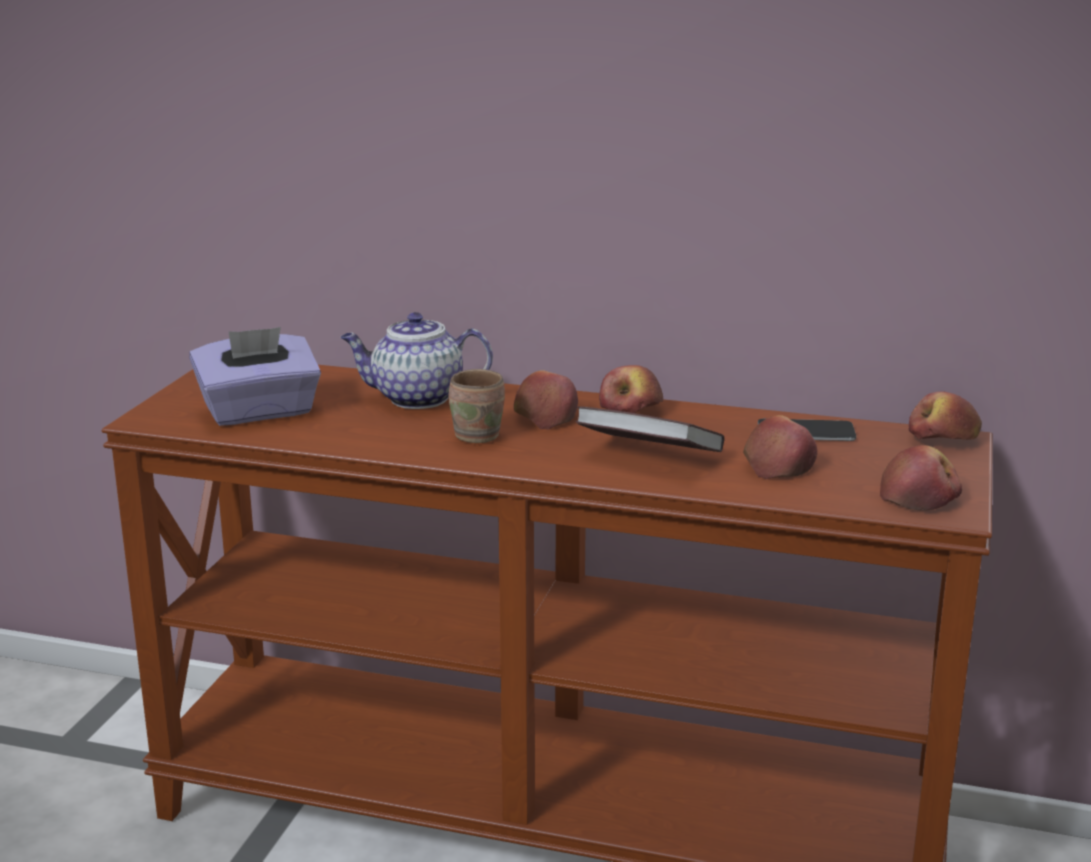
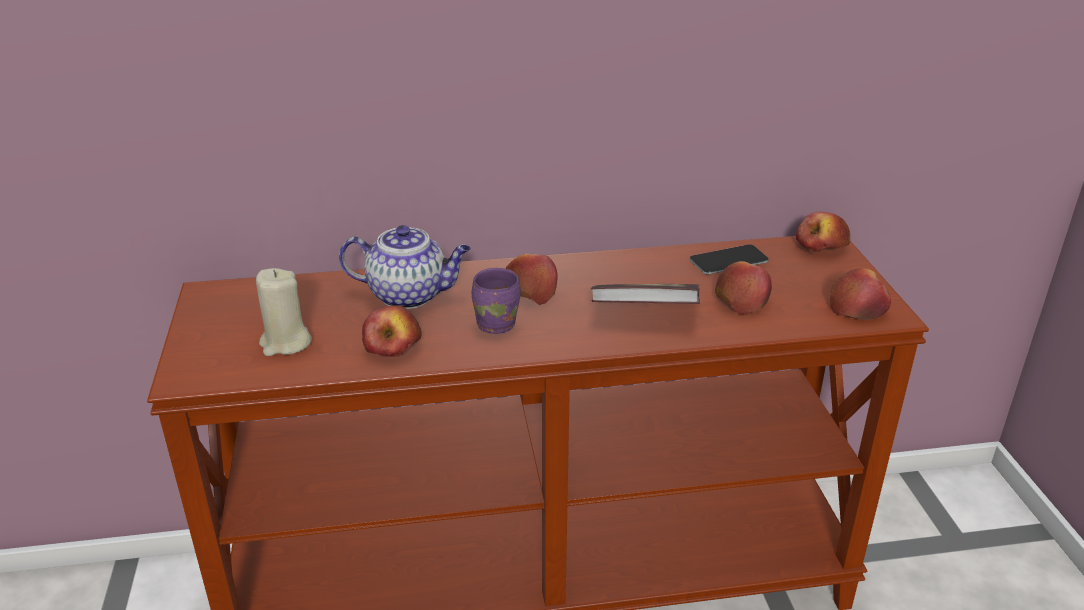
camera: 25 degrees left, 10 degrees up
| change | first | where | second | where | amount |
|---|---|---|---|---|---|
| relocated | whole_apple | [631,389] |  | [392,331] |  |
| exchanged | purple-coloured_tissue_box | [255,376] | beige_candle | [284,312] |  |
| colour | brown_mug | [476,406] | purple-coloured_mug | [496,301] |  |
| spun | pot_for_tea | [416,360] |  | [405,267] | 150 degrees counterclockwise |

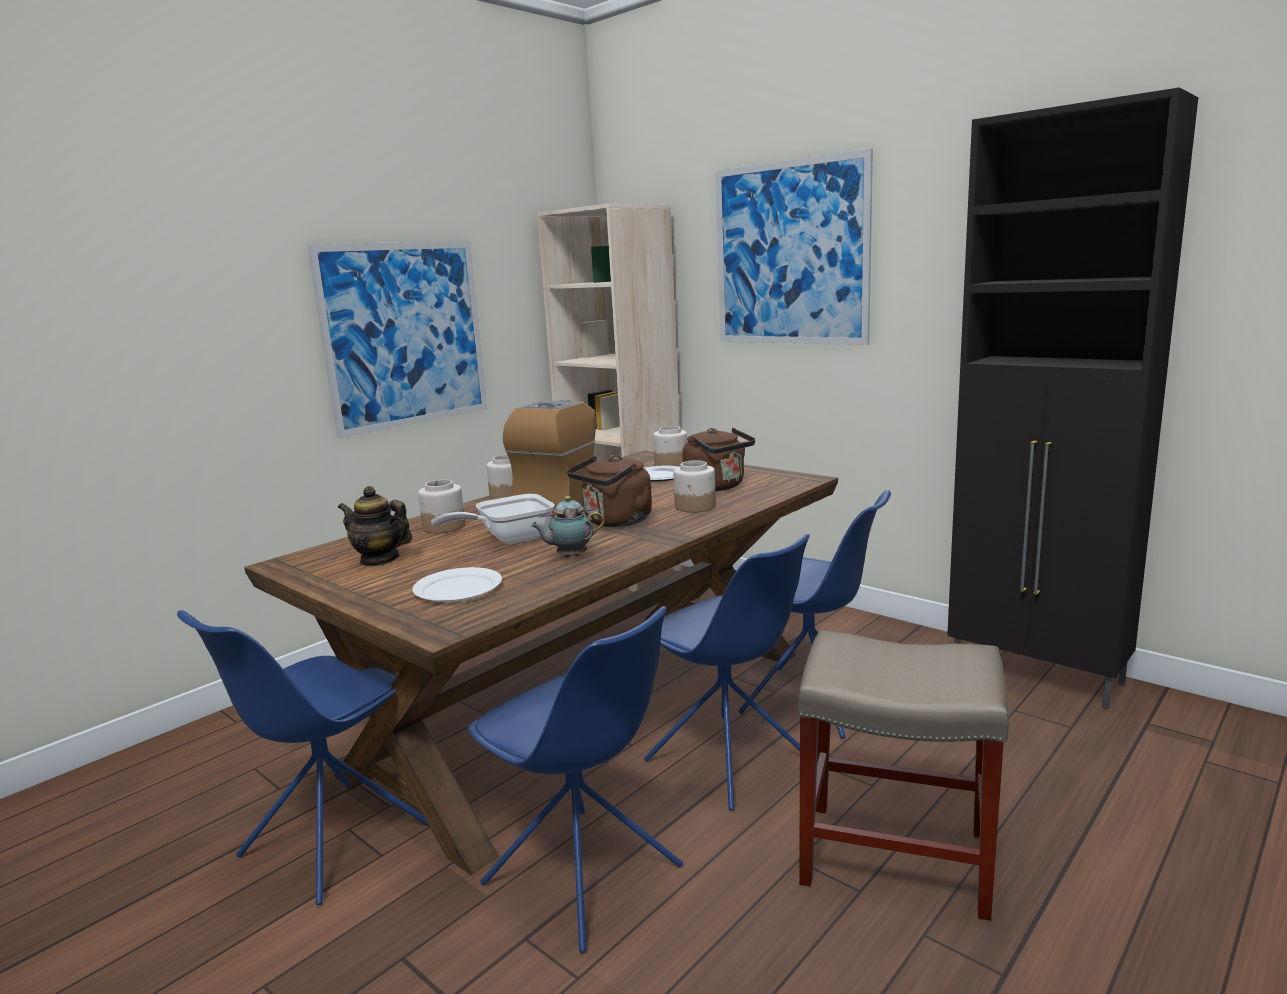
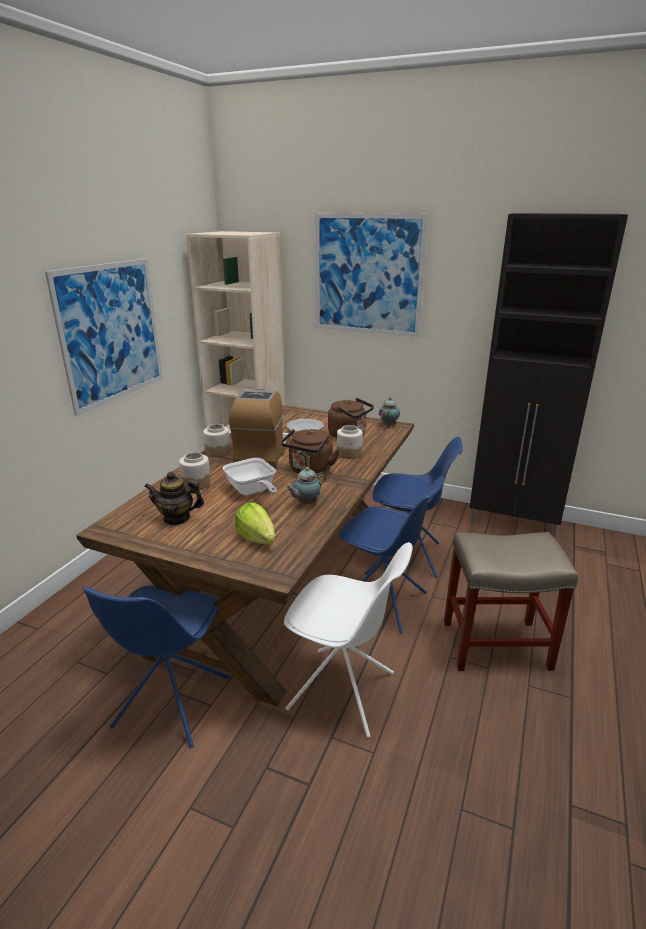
camera: 20 degrees left, 10 degrees up
| change | first | where | second | where | amount |
|---|---|---|---|---|---|
| missing | storage_jar | [670,446] |  |  |  |
| appeared |  |  | pot_for_tea | [389,411] |  |
| exchanged | whitish_dinner_plate | [457,584] | lettuce | [255,523] |  |
| colour | blue_chair | [575,779] | whitish_chair | [348,640] |  |
| spun | skillet | [492,519] |  | [250,476] | 75 degrees counterclockwise |

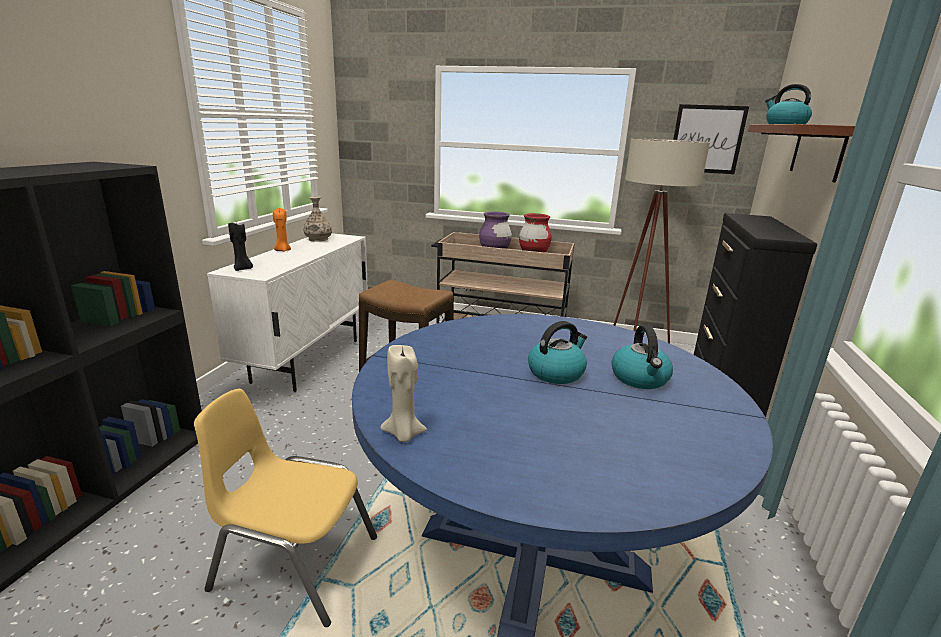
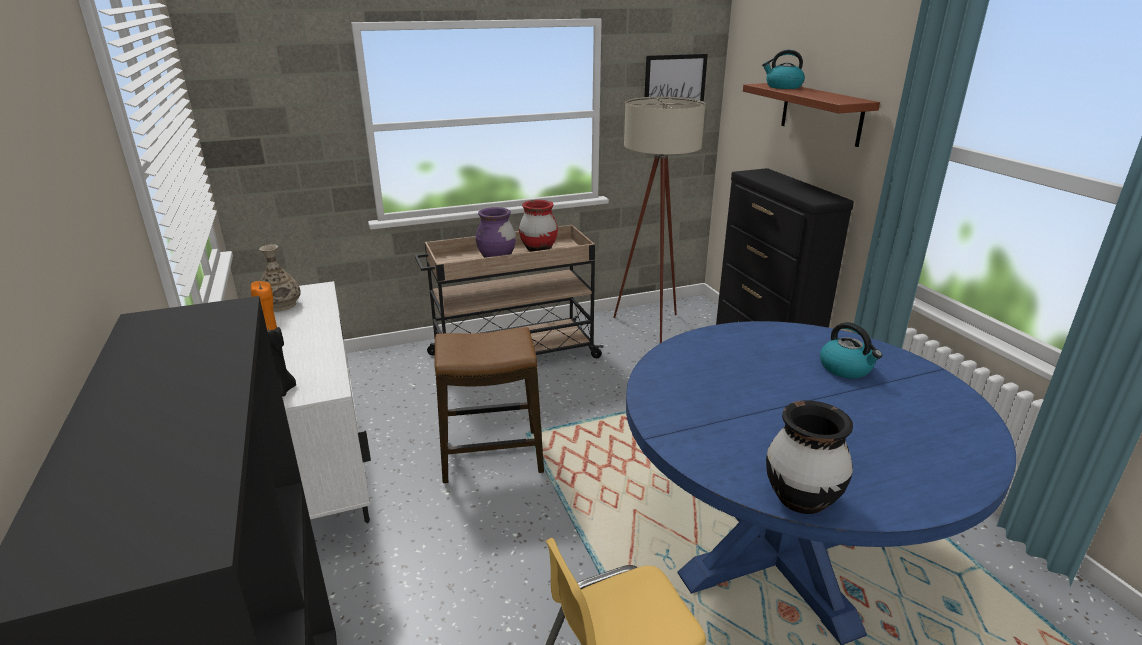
camera: 35 degrees left, 5 degrees up
| change | first | where | second | where | amount |
|---|---|---|---|---|---|
| missing | water_kettle | [557,352] |  |  |  |
| exchanged | beige_candle | [404,393] | black_vase | [809,457] |  |

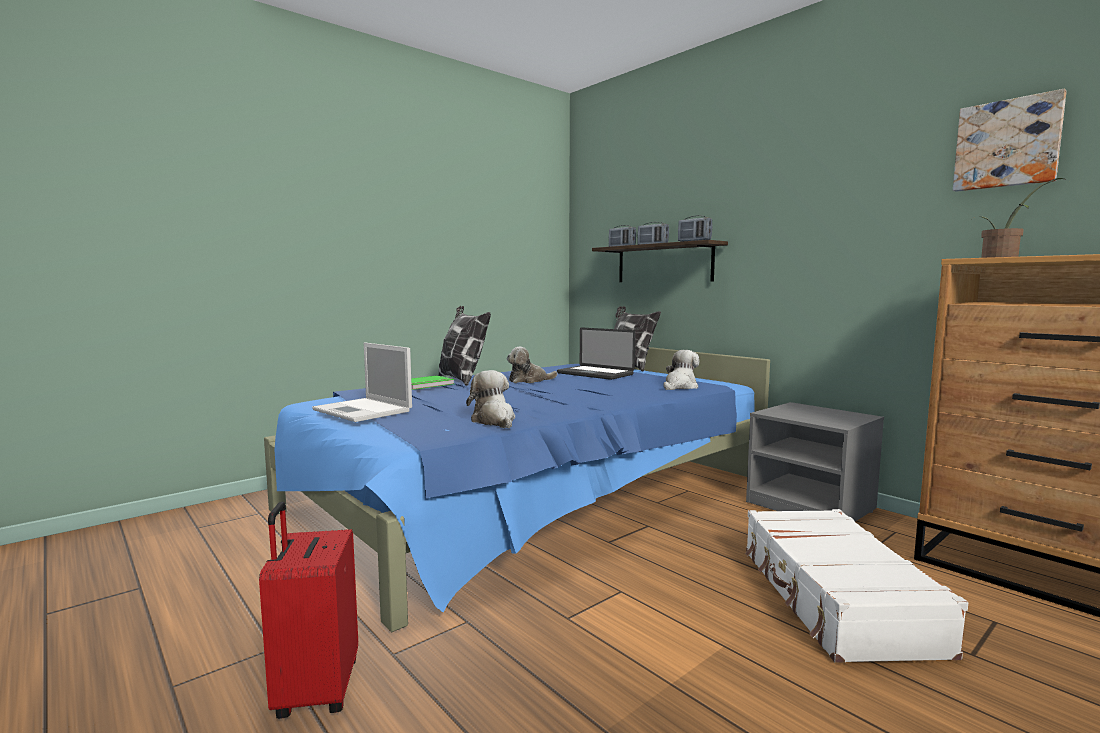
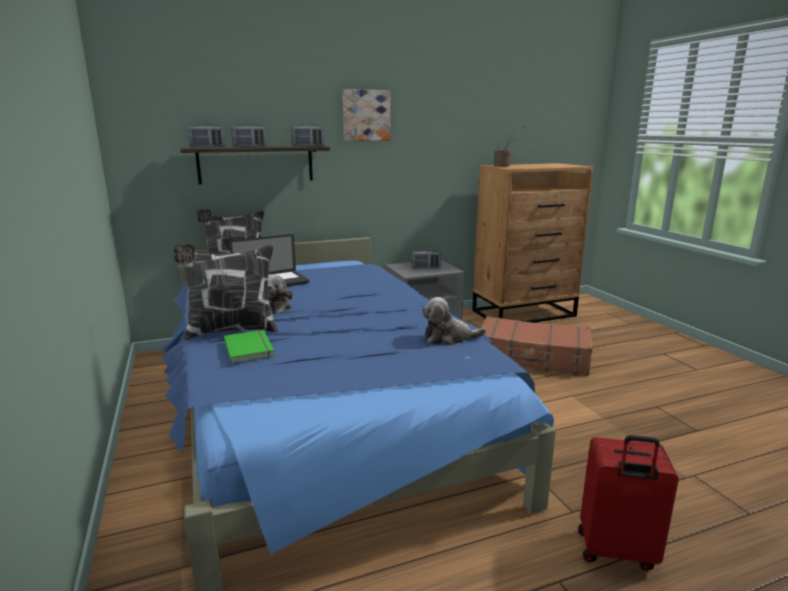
camera: 70 degrees left, 10 degrees up
| change | first | where | second | where | amount |
|---|---|---|---|---|---|
| missing | notebook_computer | [362,382] |  |  |  |
| missing | soft_toy | [681,370] |  |  |  |
| appeared |  |  | radio | [426,259] |  |
| relocated | wall_art | [1010,140] |  | [367,115] |  |
| colour | whitish_suitcase | [856,586] | brown_suitcase | [537,346] |  |

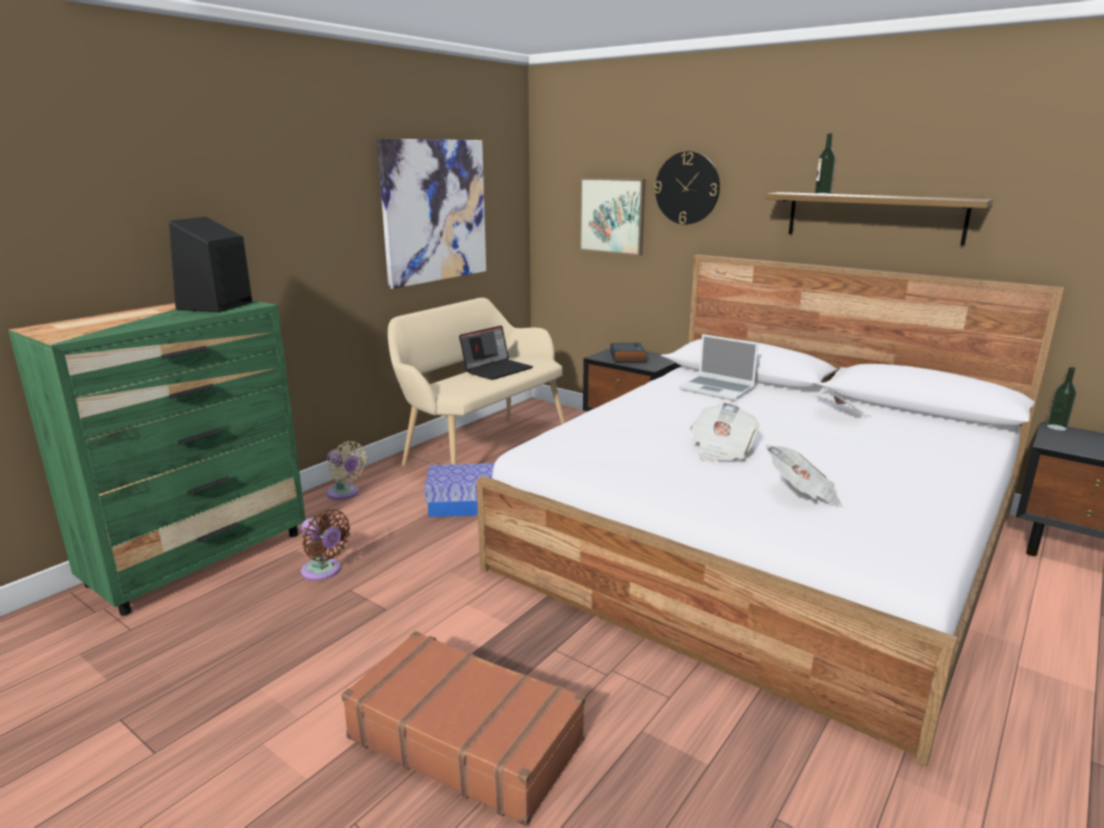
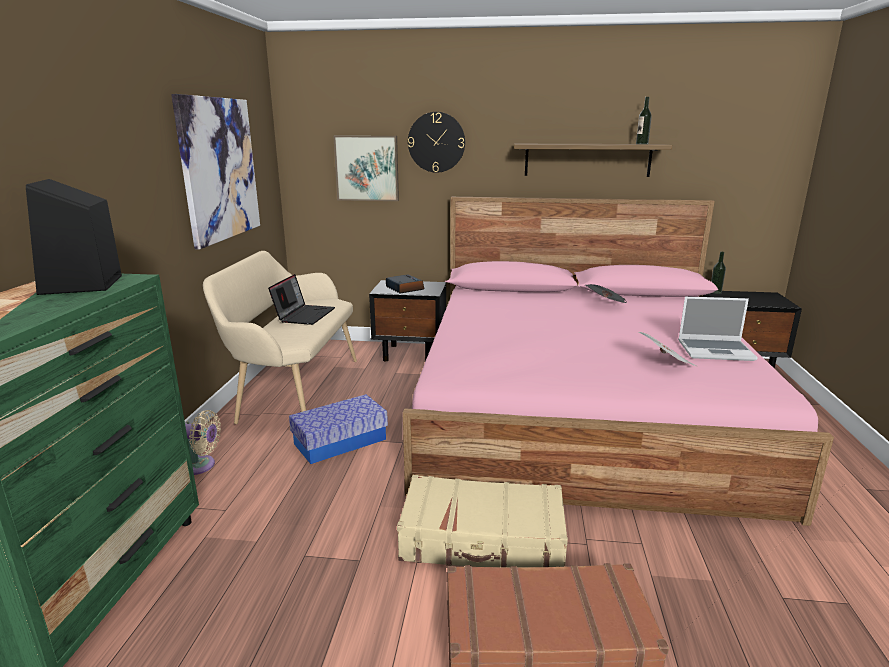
camera: 30 degrees left, 0 degrees up
| change | first | where | second | where | amount |
|---|---|---|---|---|---|
| missing | brown_fan | [325,545] |  |  |  |
| missing | printed_paper | [725,432] |  |  |  |
| appeared |  |  | beige_suitcase | [482,521] |  |
| relocated | notebook_computer | [718,367] |  | [718,328] |  |
| relocated | bottle | [825,163] |  | [644,120] |  |
| colour | whitish_sleeping_bed | [770,510] | pink-coloured_sleeping_bed | [618,361] |  |

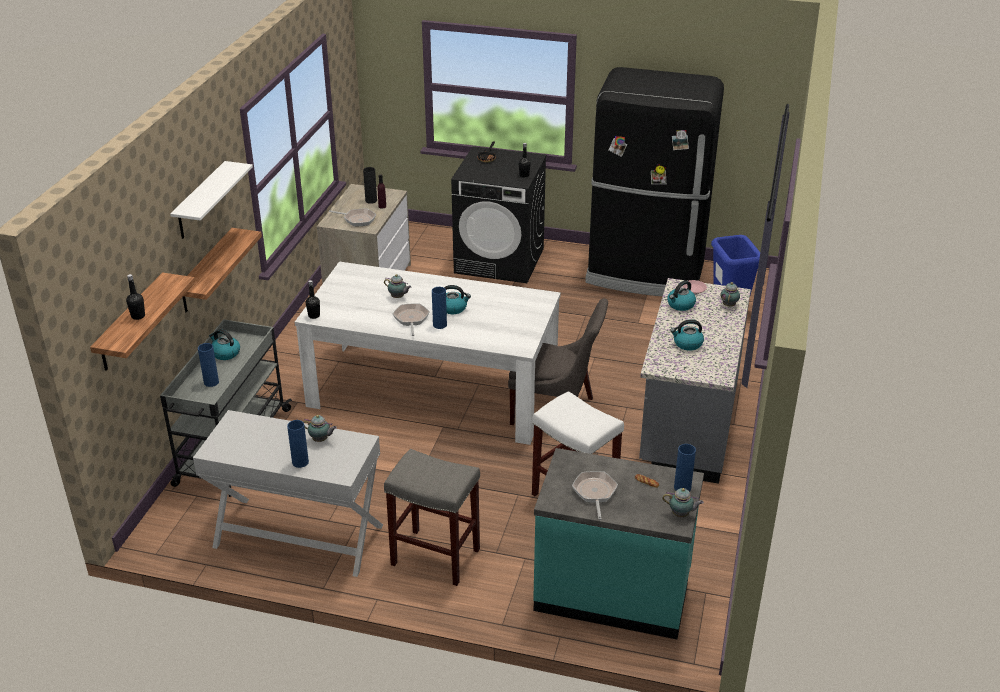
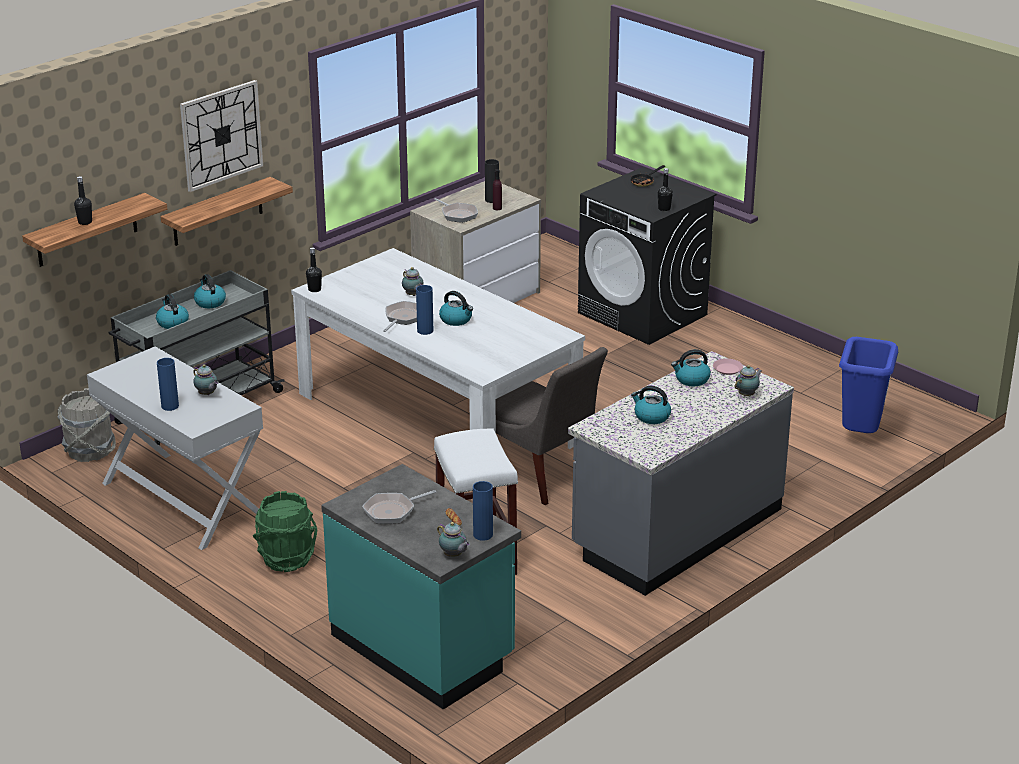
camera: 30 degrees right, 5 degrees down
| change | first | where | second | where | amount |
|---|---|---|---|---|---|
| missing | black_refrigerator | [654,181] |  |  |  |
| appeared |  |  | greyish_pail | [87,425] |  |
| exchanged | whitish_bracket_shelf | [211,200] | wall_clock | [221,136] |  |
| exchanged | blue_vase | [208,365] | water_kettle | [172,311] |  |
| exchanged | greyish_stool_seat | [432,517] | greenish_pail | [285,531] |  |
| spun | skillet | [595,495] |  | [399,507] | 150 degrees counterclockwise |

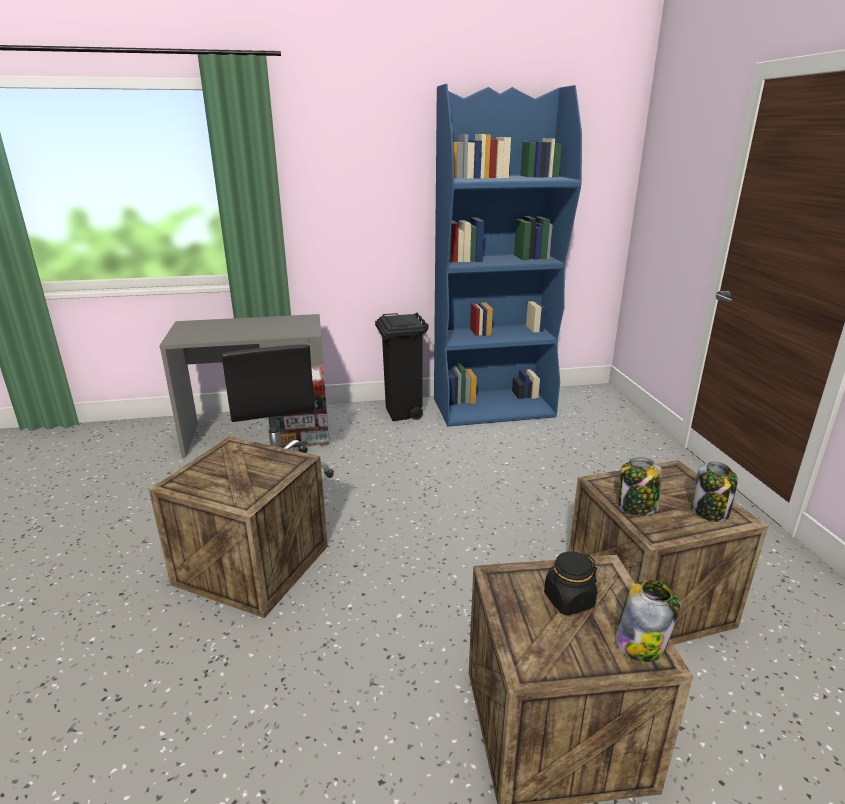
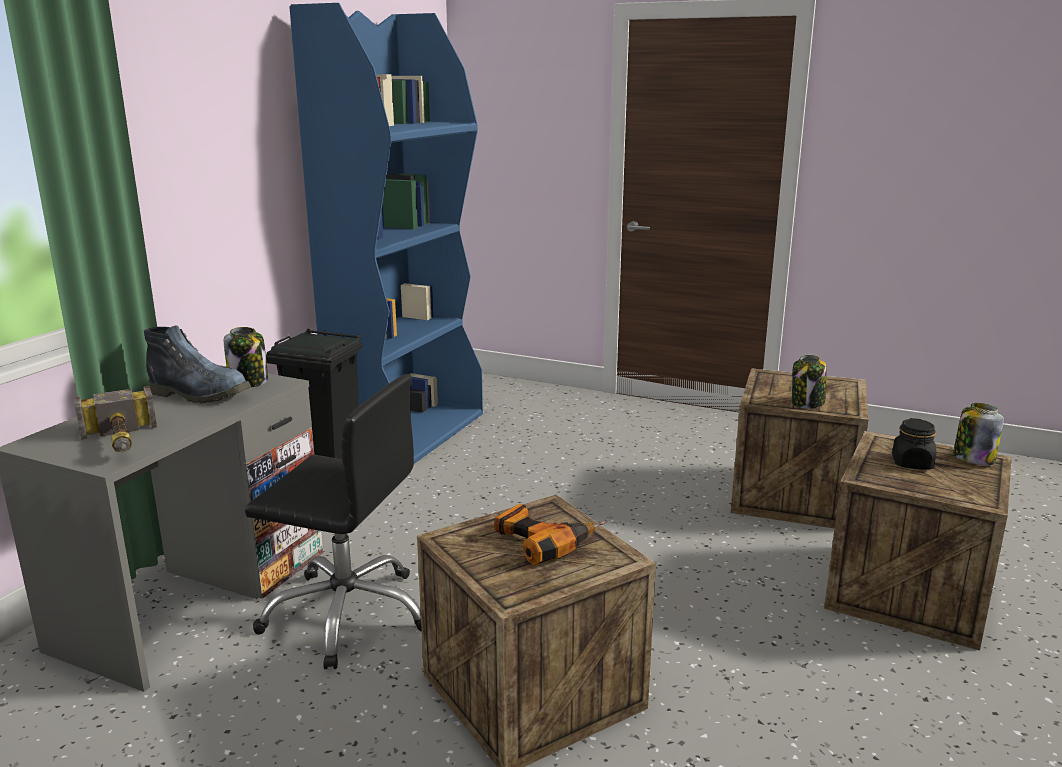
camera: 55 degrees left, 5 degrees down
| change | first | where | second | where | amount |
|---|---|---|---|---|---|
| appeared |  |  | tool_hammer | [115,419] |  |
| appeared |  |  | tall_boot | [197,364] |  |
| appeared |  |  | electric_drill | [550,535] |  |
| relocated | storage_jar | [714,491] |  | [246,357] |  |

